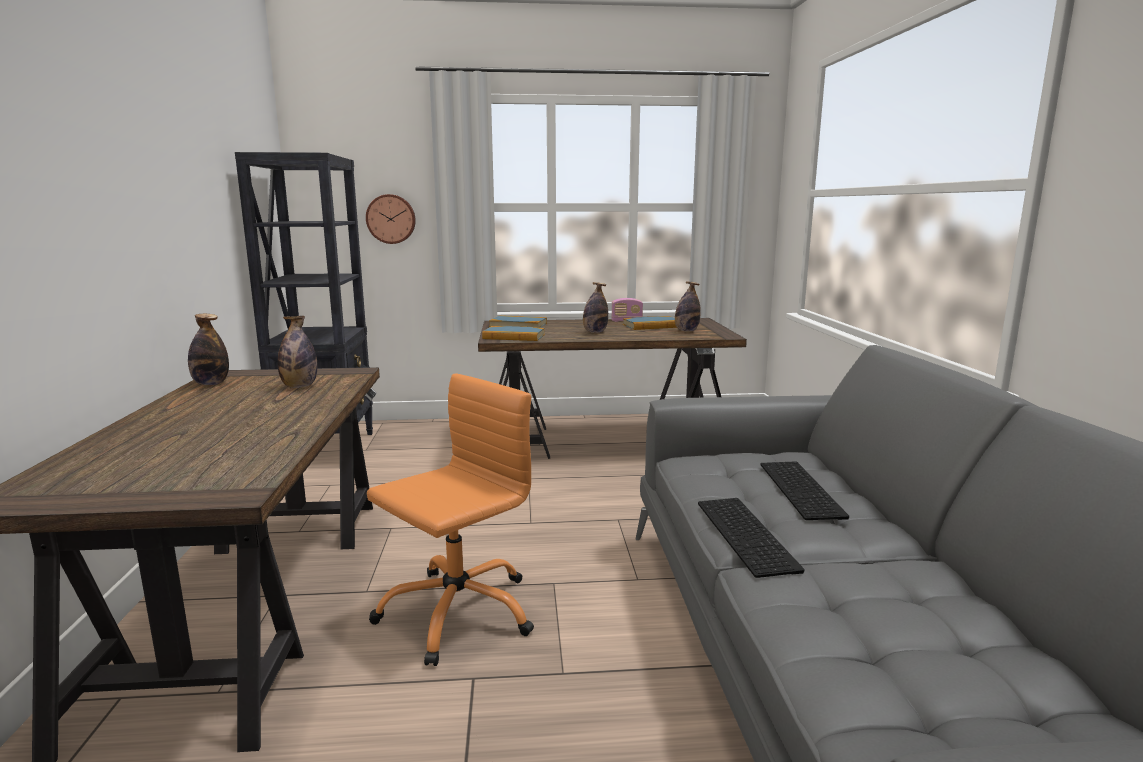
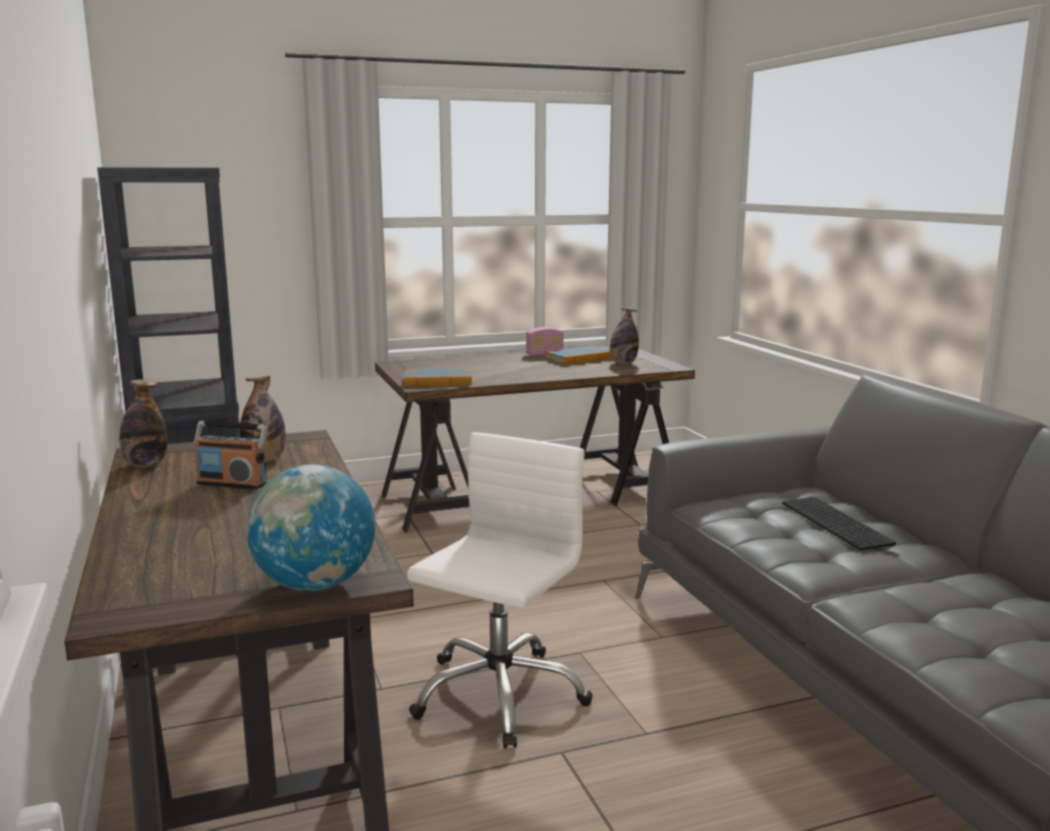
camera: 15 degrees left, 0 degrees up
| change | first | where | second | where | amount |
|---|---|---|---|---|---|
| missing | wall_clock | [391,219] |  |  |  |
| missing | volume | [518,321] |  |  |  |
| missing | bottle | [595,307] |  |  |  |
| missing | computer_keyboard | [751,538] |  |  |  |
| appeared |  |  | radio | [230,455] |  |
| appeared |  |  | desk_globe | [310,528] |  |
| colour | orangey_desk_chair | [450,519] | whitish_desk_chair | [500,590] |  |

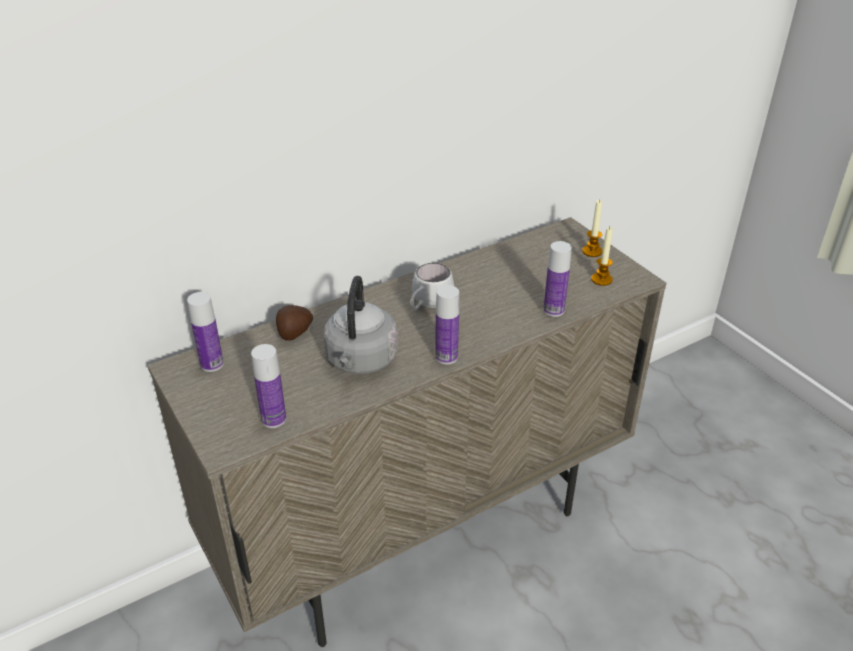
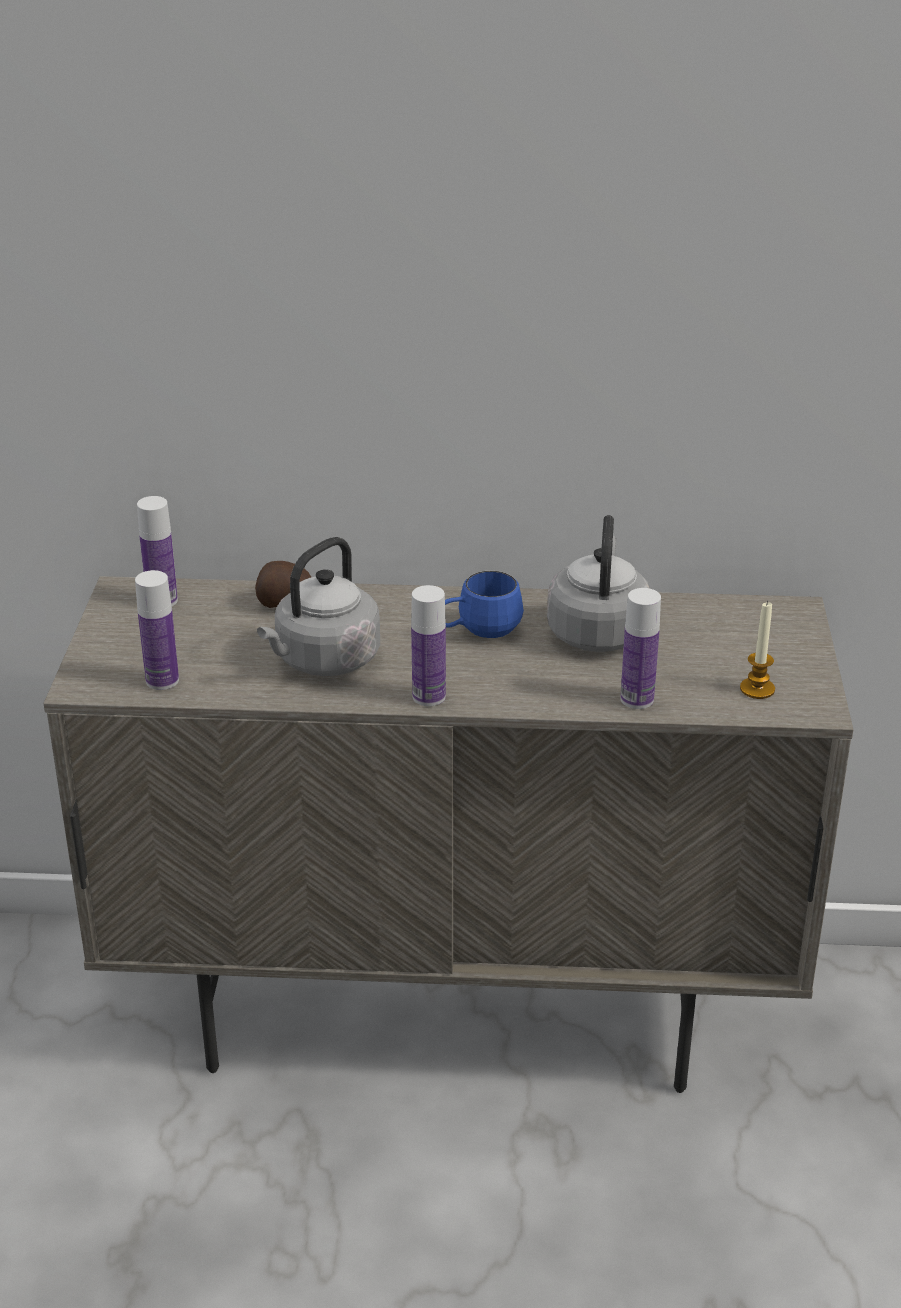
camera: 35 degrees right, 5 degrees down
| change | first | where | second | where | amount |
|---|---|---|---|---|---|
| missing | candle | [592,228] |  |  |  |
| appeared |  |  | greyish_water_kettle | [598,583] |  |
| colour | whitish_mug | [432,286] | blue_mug | [484,604] |  |

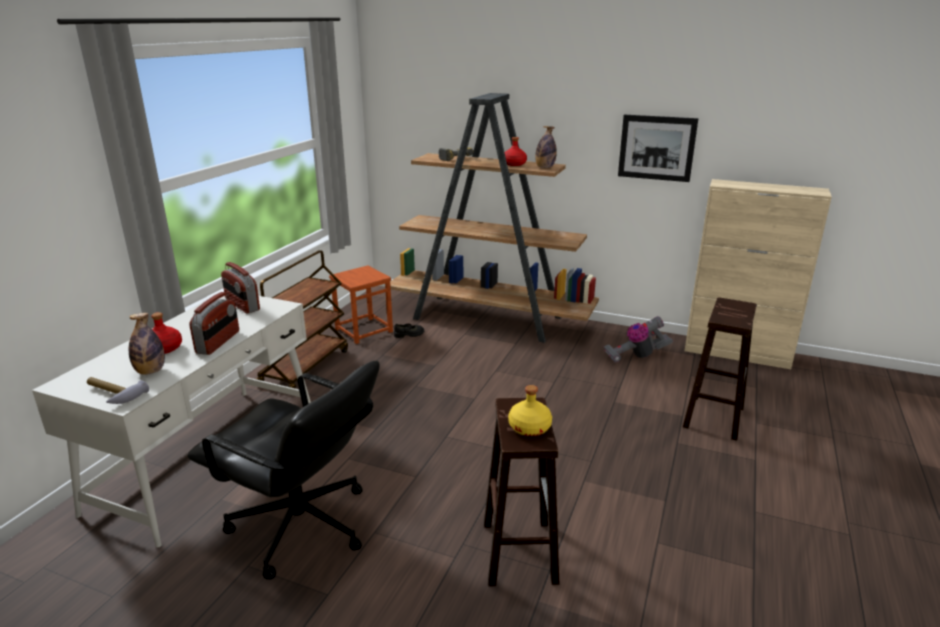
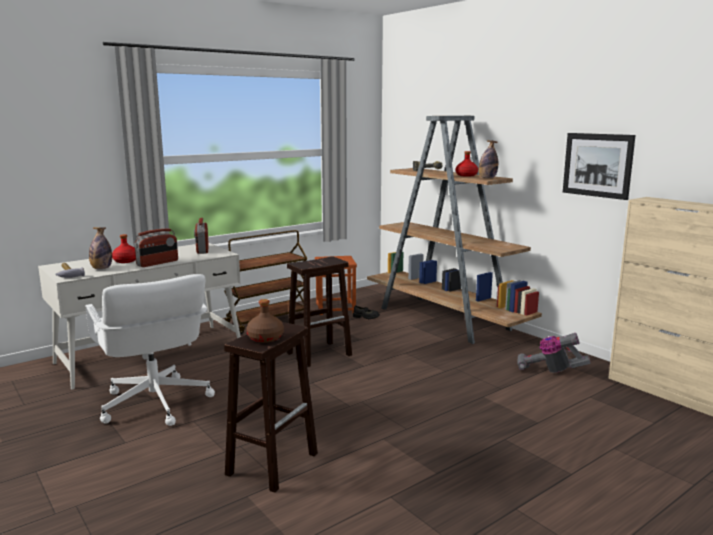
camera: 30 degrees right, 10 degrees down
| change | first | where | second | where | amount |
|---|---|---|---|---|---|
| relocated | brown_stool_seat | [720,369] |  | [319,311] |  |
| colour | black_desk_chair | [284,470] | whitish_desk_chair | [150,350] |  |
| colour | yellow-coloured_bottle | [530,410] | brown_bottle | [265,321] |  |

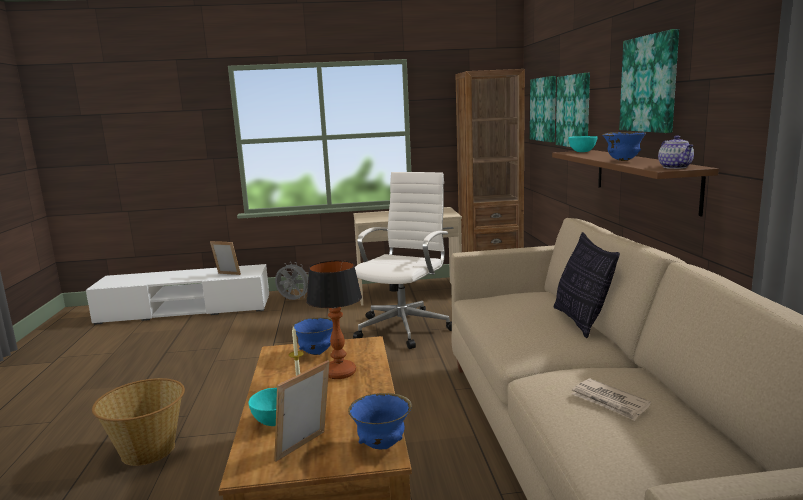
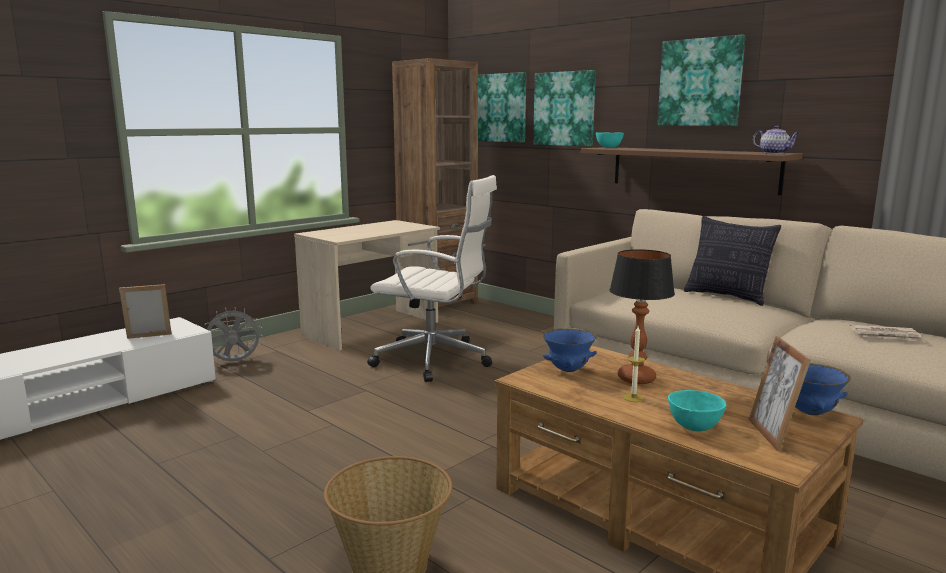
camera: 40 degrees left, 0 degrees up
| change | first | where | second | where | amount |
|---|---|---|---|---|---|
| missing | blue_bowl | [624,146] |  |  |  |
| spun | whitish_desk_chair | [402,260] |  | [432,278] | 120 degrees clockwise |

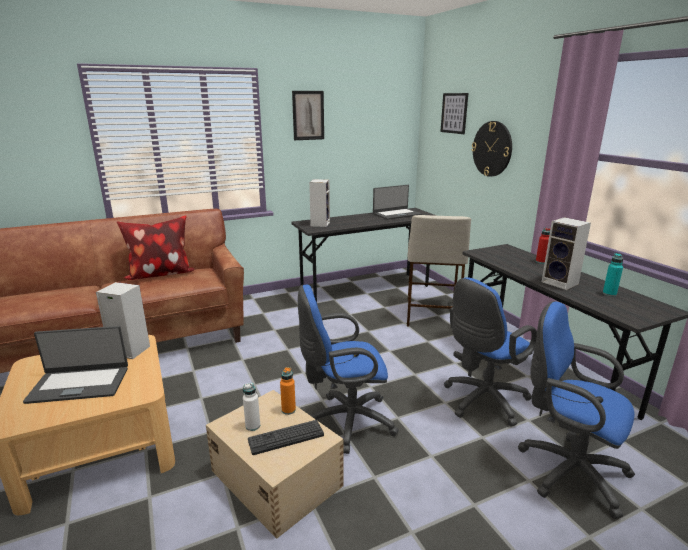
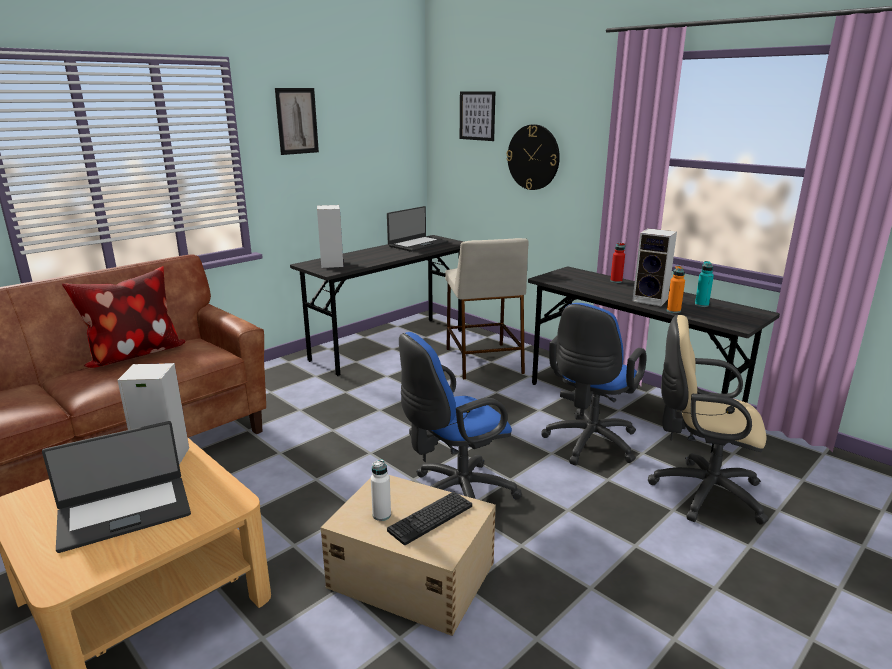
camera: 20 degrees left, 0 degrees up
| change | first | where | second | where | amount |
|---|---|---|---|---|---|
| relocated | orangey_bottle | [288,391] |  | [676,289] |  |
| colour | blue_desk_chair | [576,410] | beige_desk_chair | [708,420] |  |

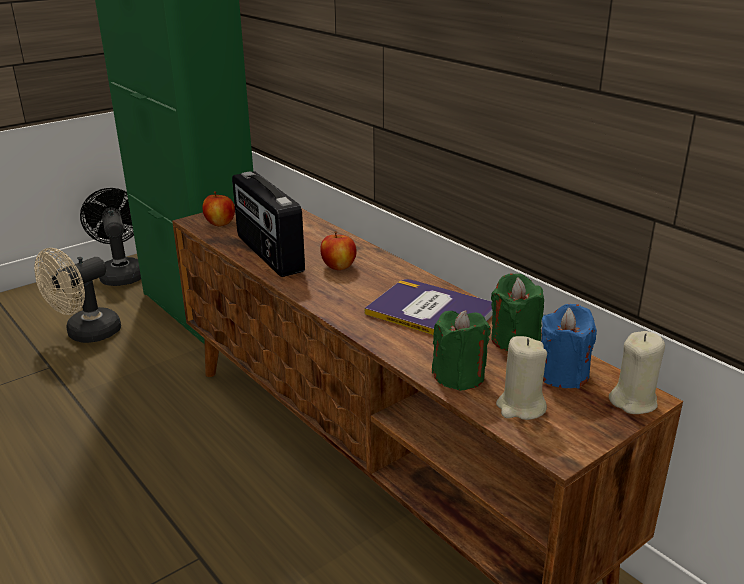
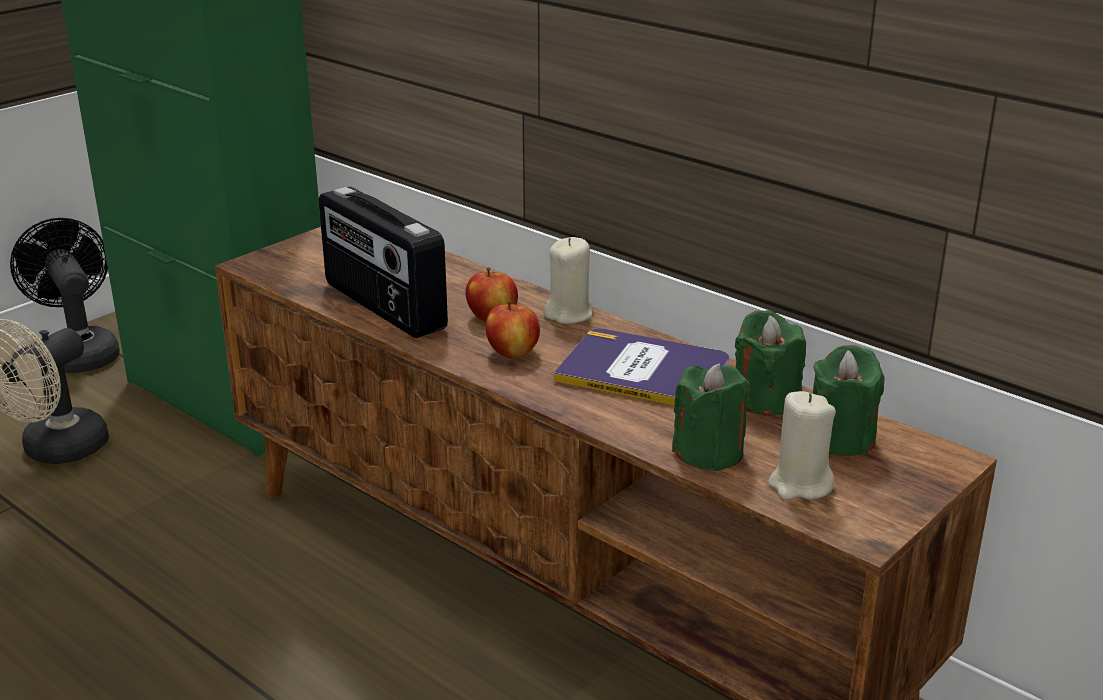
camera: 10 degrees left, 0 degrees up
| change | first | where | second | where | amount |
|---|---|---|---|---|---|
| relocated | whole_apple | [218,208] |  | [513,329] |  |
| relocated | beige_candle | [637,372] |  | [568,280] |  |
| colour | blue_candle | [569,346] | greenish_candle | [849,400] |  |

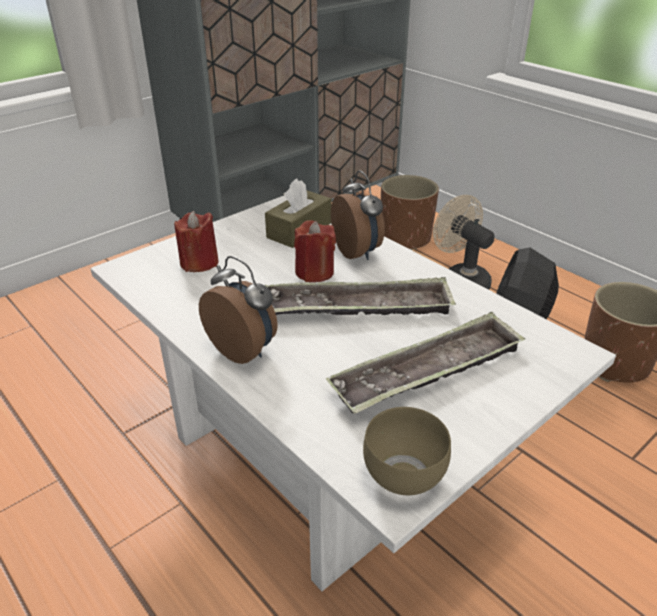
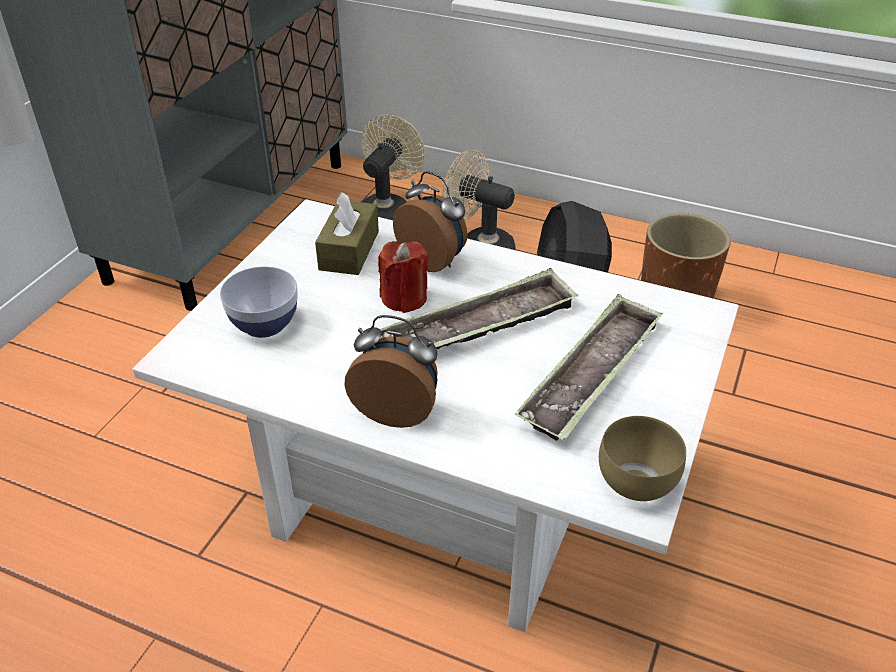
camera: 25 degrees left, 5 degrees up
| change | first | where | second | where | amount |
|---|---|---|---|---|---|
| exchanged | red-coloured_candle | [196,241] | bowl | [259,302] |  |
| exchanged | brown_flower_pot | [410,212] | beige_fan | [393,167] |  |

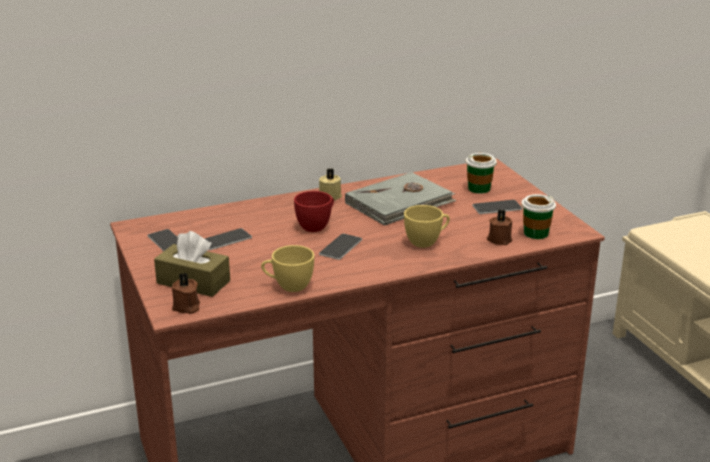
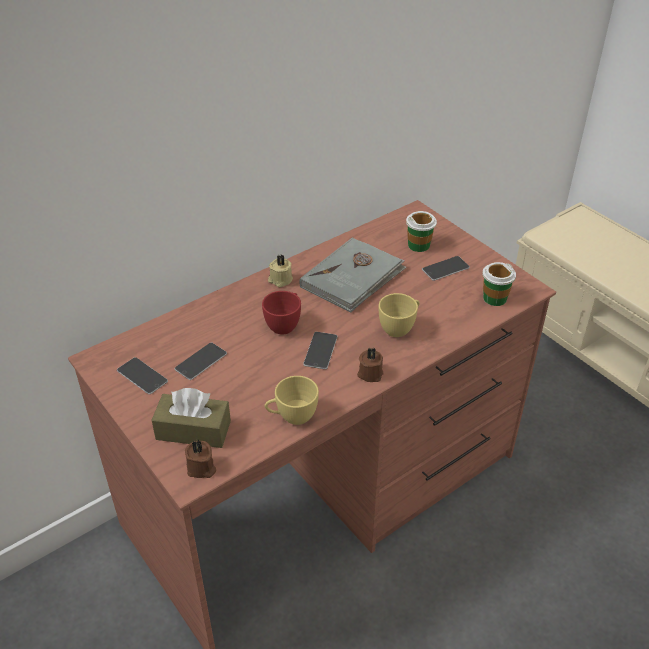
camera: 15 degrees left, 15 degrees up
| change | first | where | second | where | amount |
|---|---|---|---|---|---|
| relocated | brown_candle | [499,227] |  | [370,364] |  |

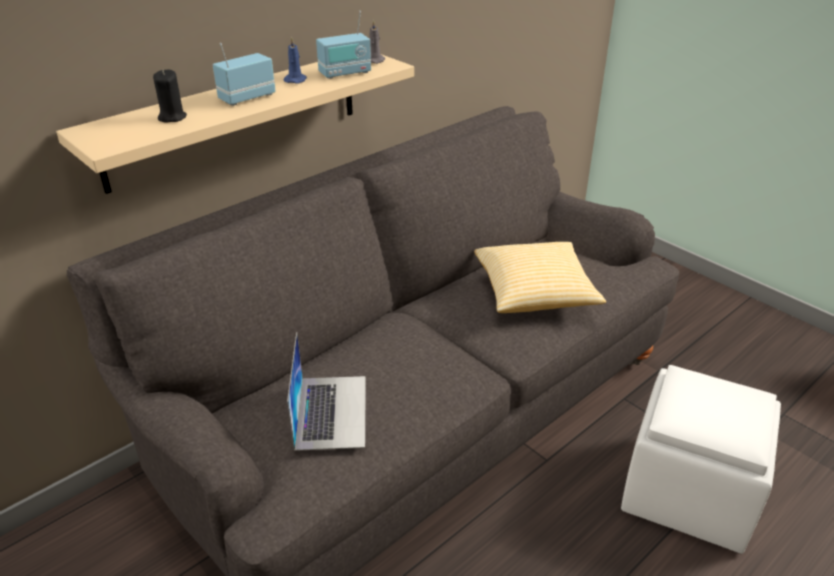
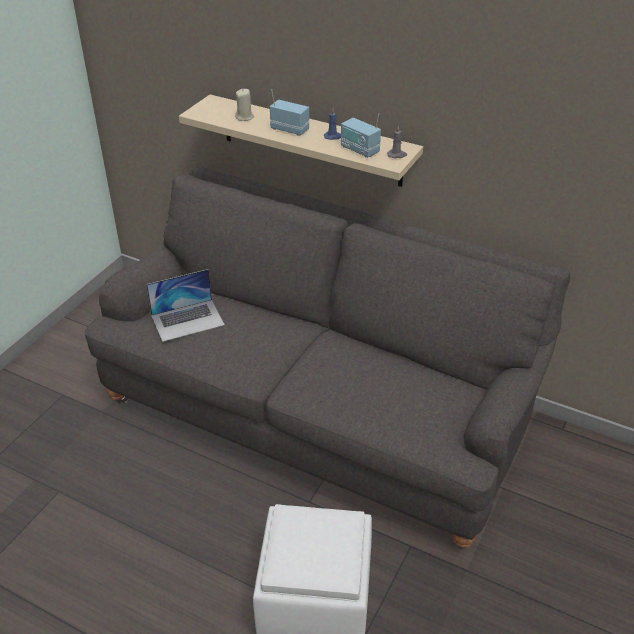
camera: 70 degrees right, 5 degrees up
| change | first | where | second | where | amount |
|---|---|---|---|---|---|
| missing | cushion | [540,277] |  |  |  |
| colour | black_candle | [170,96] | beige_candle | [244,105] |  |

